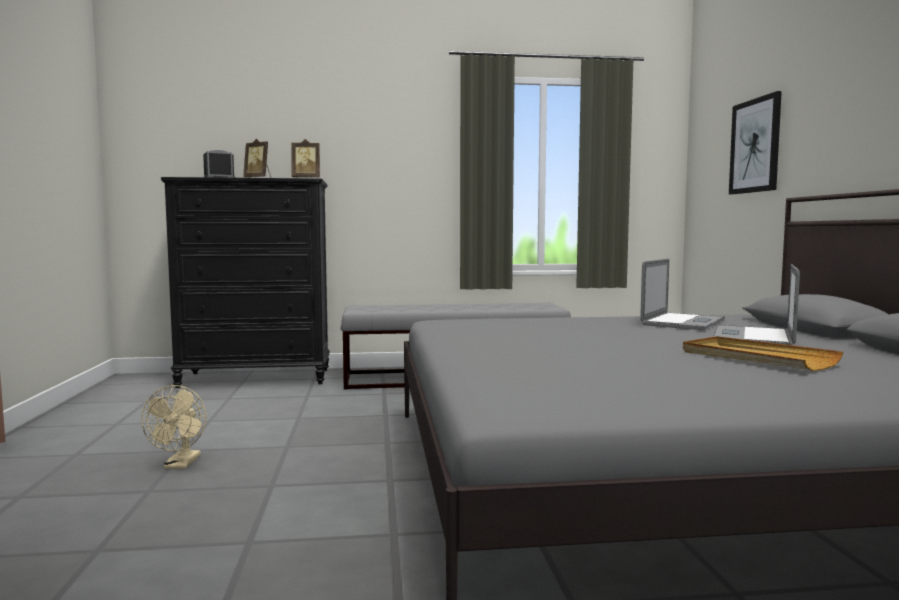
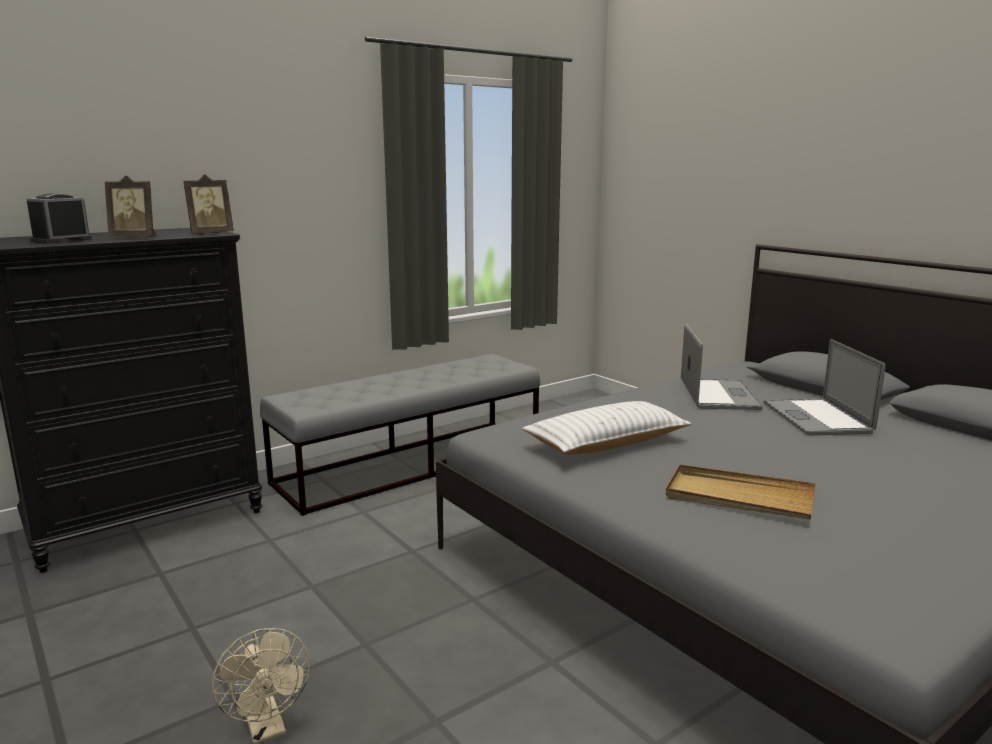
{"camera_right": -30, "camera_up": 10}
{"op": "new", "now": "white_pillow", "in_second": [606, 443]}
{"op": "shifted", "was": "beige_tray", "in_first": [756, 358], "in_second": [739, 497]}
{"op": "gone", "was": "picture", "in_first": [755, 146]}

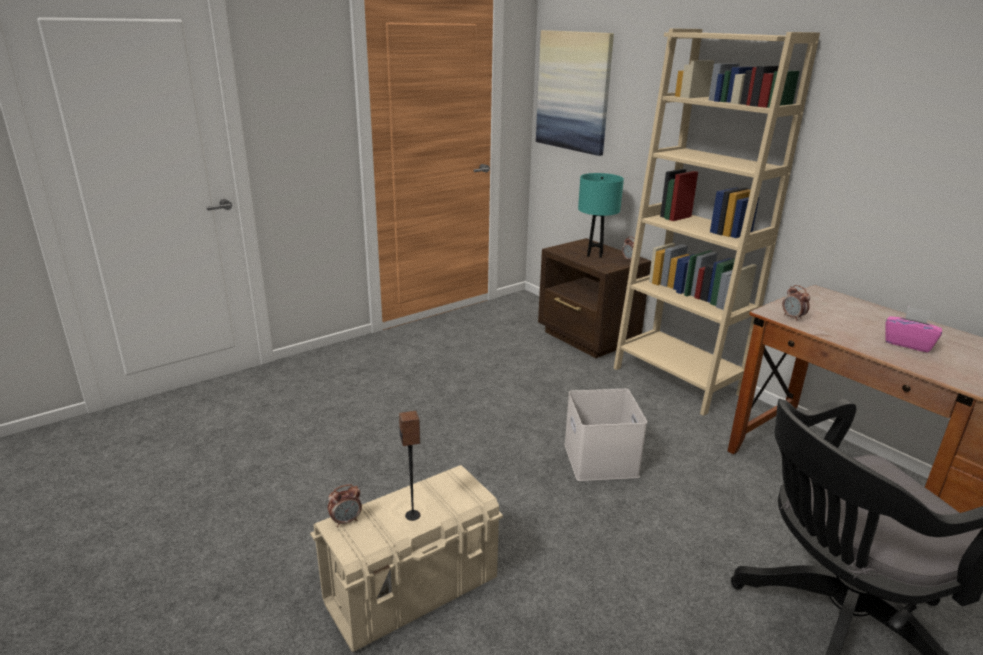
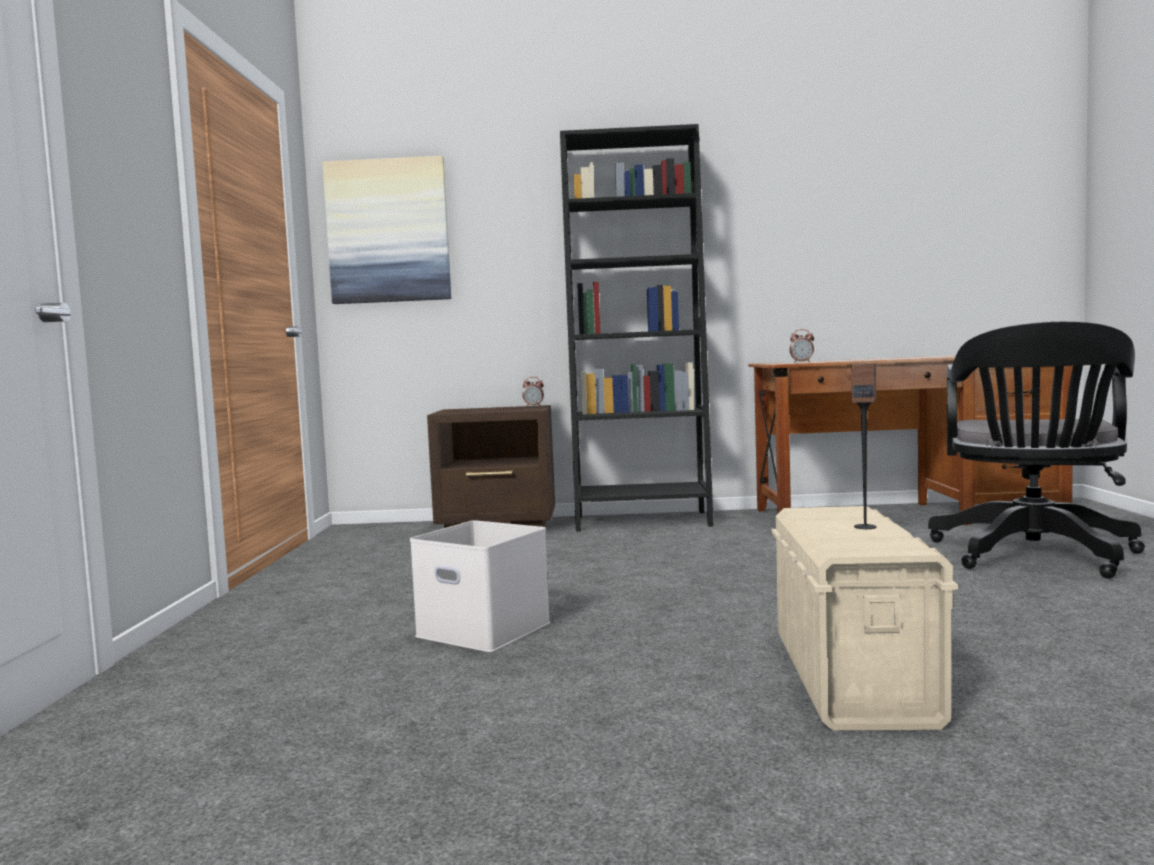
{"camera_right": -50, "camera_up": -20}
{"op": "shifted", "was": "white_storage_box", "in_first": [598, 459], "in_second": [480, 630]}
{"op": "repainted", "was": "beige_bookcase", "now": "black_bookcase", "in_first": [676, 381], "in_second": [642, 521]}
{"op": "gone", "was": "alarm_clock", "in_first": [346, 521]}
{"op": "gone", "was": "turquoise_table_lamp", "in_first": [595, 254]}
{"op": "gone", "was": "pink_tissue_box", "in_first": [908, 344]}

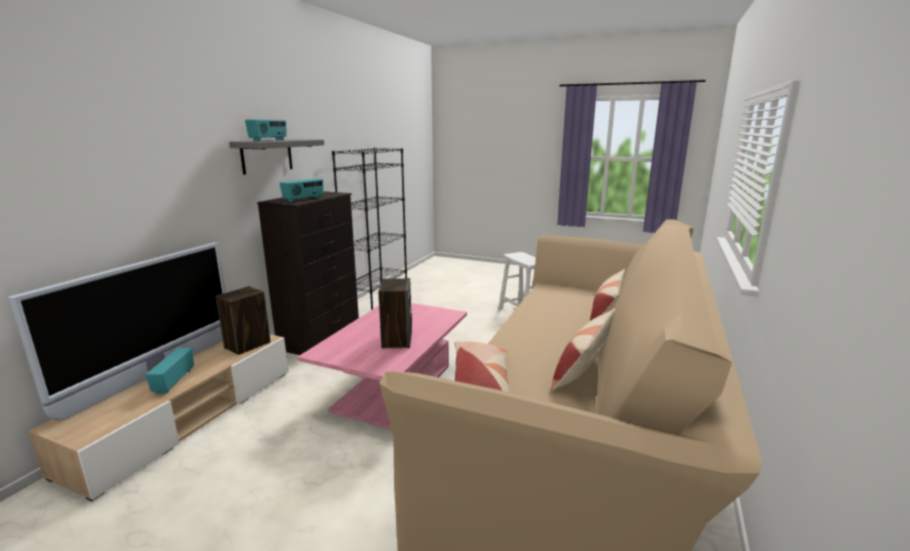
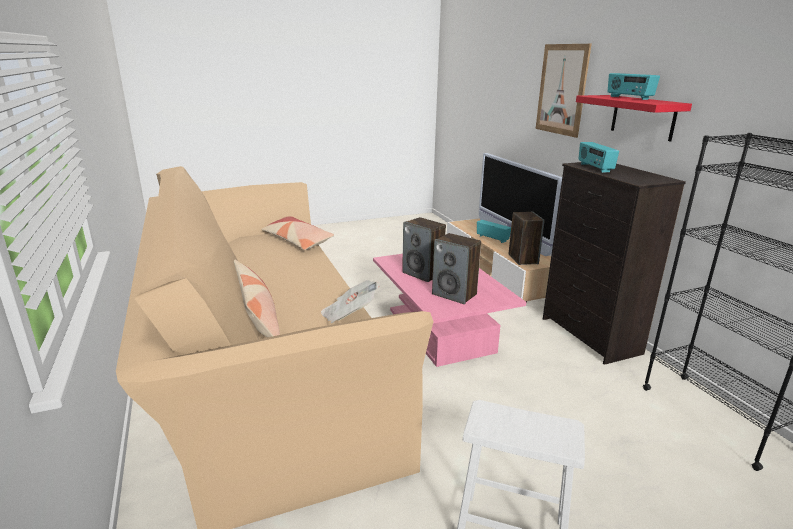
{"camera_right": 135, "camera_up": 5}
{"op": "new", "now": "newspaper", "in_second": [349, 315]}
{"op": "new", "now": "speaker", "in_second": [455, 294]}
{"op": "new", "now": "picture", "in_second": [562, 89]}
{"op": "repainted", "was": "grey_shelf", "now": "red_shelf", "in_first": [267, 156], "in_second": [643, 117]}
{"op": "gone", "was": "pillow", "in_first": [583, 369]}

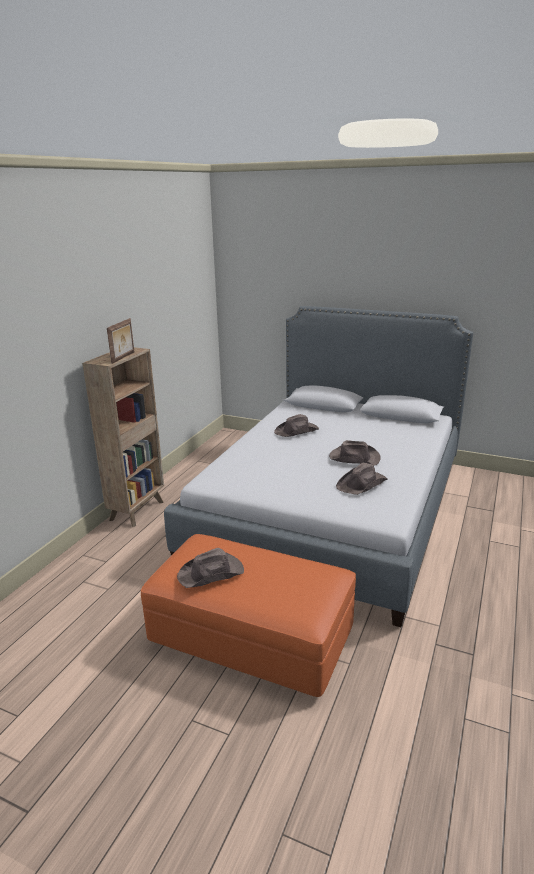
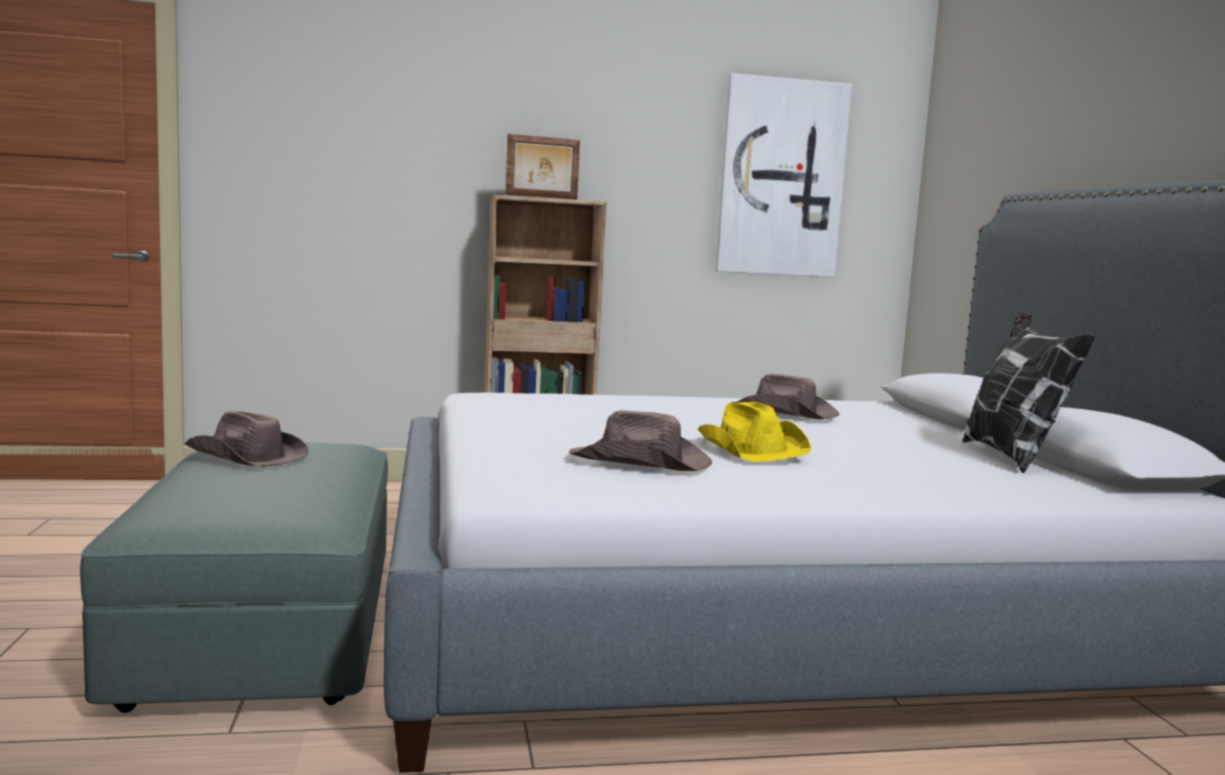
{"camera_right": 55, "camera_up": -15}
{"op": "repainted", "was": "orange_ottoman", "now": "grey_ottoman", "in_first": [251, 636], "in_second": [266, 627]}
{"op": "repainted", "was": "brown_hat", "now": "yellow_hat", "in_first": [354, 458], "in_second": [752, 448]}
{"op": "new", "now": "picture", "in_second": [781, 178]}
{"op": "new", "now": "pillow", "in_second": [1012, 457]}

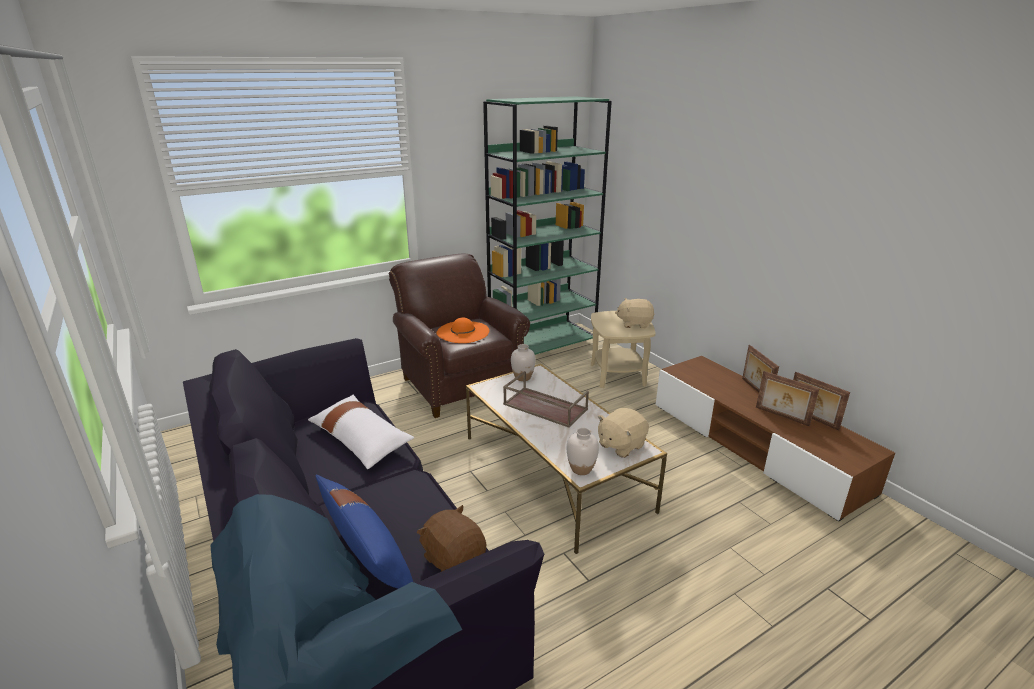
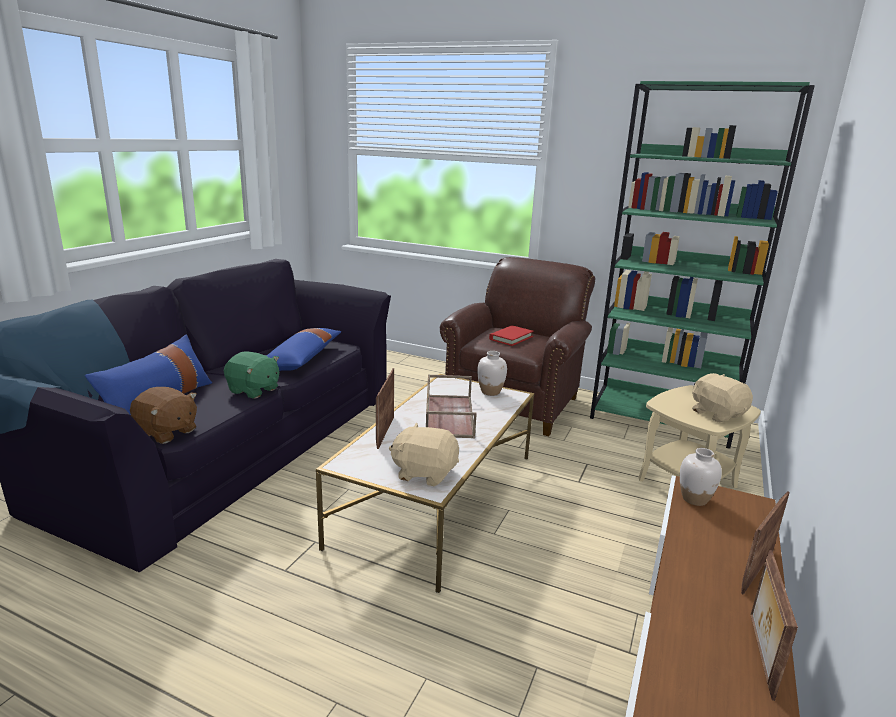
{"camera_right": 55, "camera_up": -5}
{"op": "rotated", "was": "brown_plush_toy", "in_first": [454, 558], "in_second": [166, 432], "clockwise": 105}
{"op": "new", "now": "green_plush_toy", "in_second": [253, 390]}
{"op": "repainted", "was": "white_pillow", "now": "blue_pillow", "in_first": [360, 440], "in_second": [300, 360]}
{"op": "shifted", "was": "picture_frame", "in_first": [781, 416], "in_second": [384, 432]}
{"op": "swapped", "was": "orange_hat", "now": "red_book", "in_first": [463, 332], "in_second": [511, 338]}
{"op": "shifted", "was": "white_vase", "in_first": [581, 469], "in_second": [694, 499]}

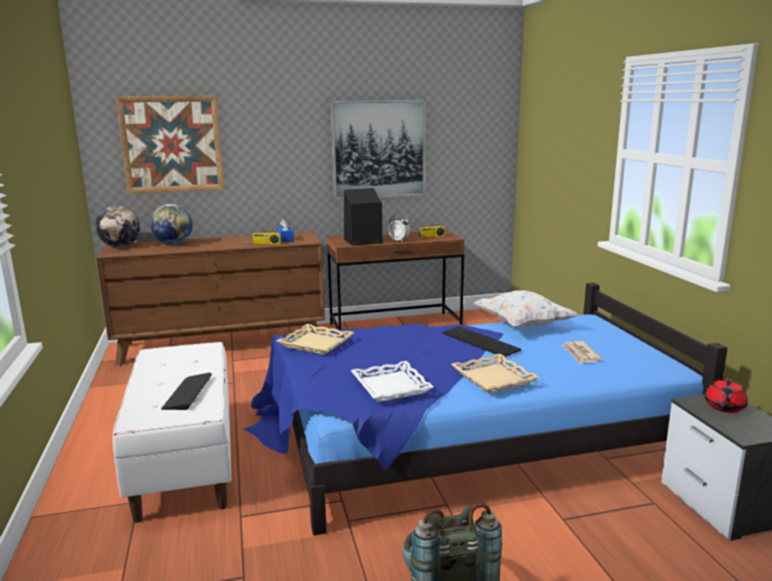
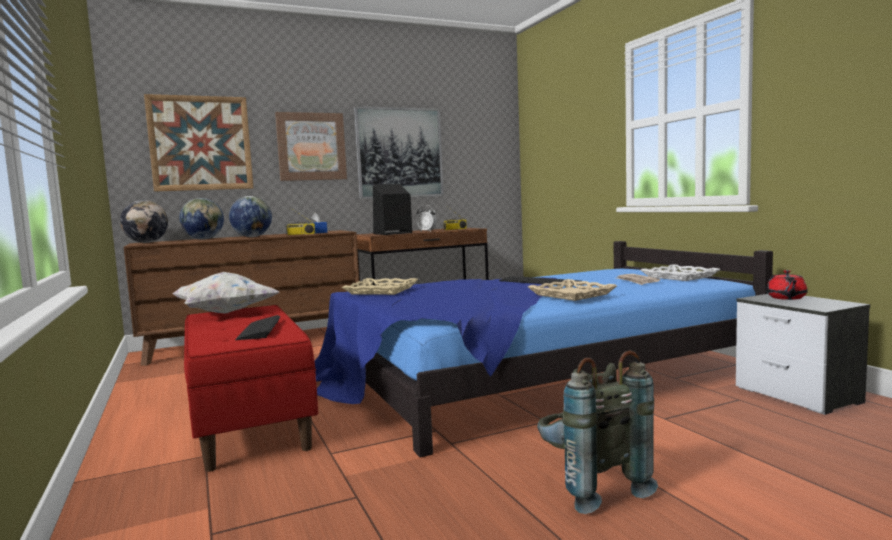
{"camera_right": -10, "camera_up": -10}
{"op": "shifted", "was": "white_pillow", "in_first": [522, 325], "in_second": [225, 313]}
{"op": "repainted", "was": "white_bench", "now": "red_bench", "in_first": [186, 461], "in_second": [250, 421]}
{"op": "new", "now": "globe", "in_second": [252, 237]}
{"op": "new", "now": "picture", "in_second": [311, 146]}
{"op": "shifted", "was": "white_tray", "in_first": [390, 386], "in_second": [679, 277]}

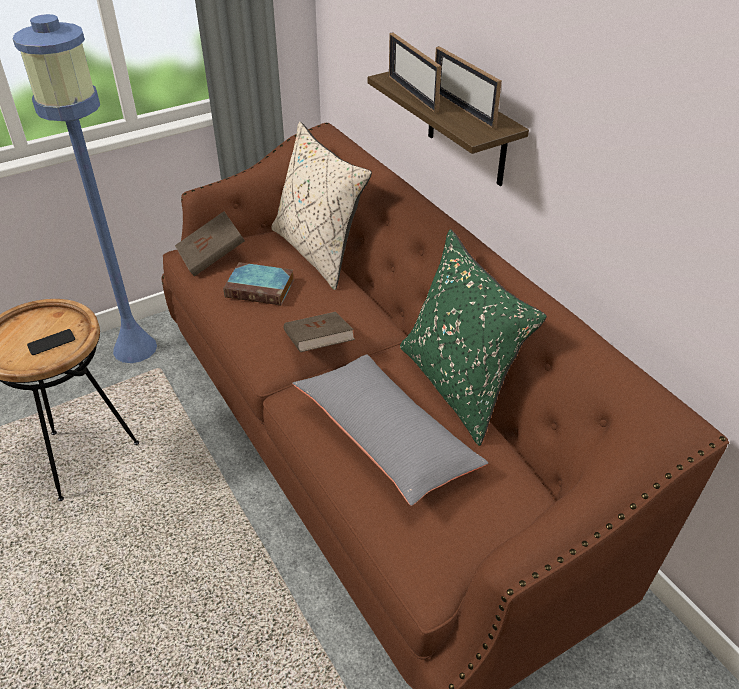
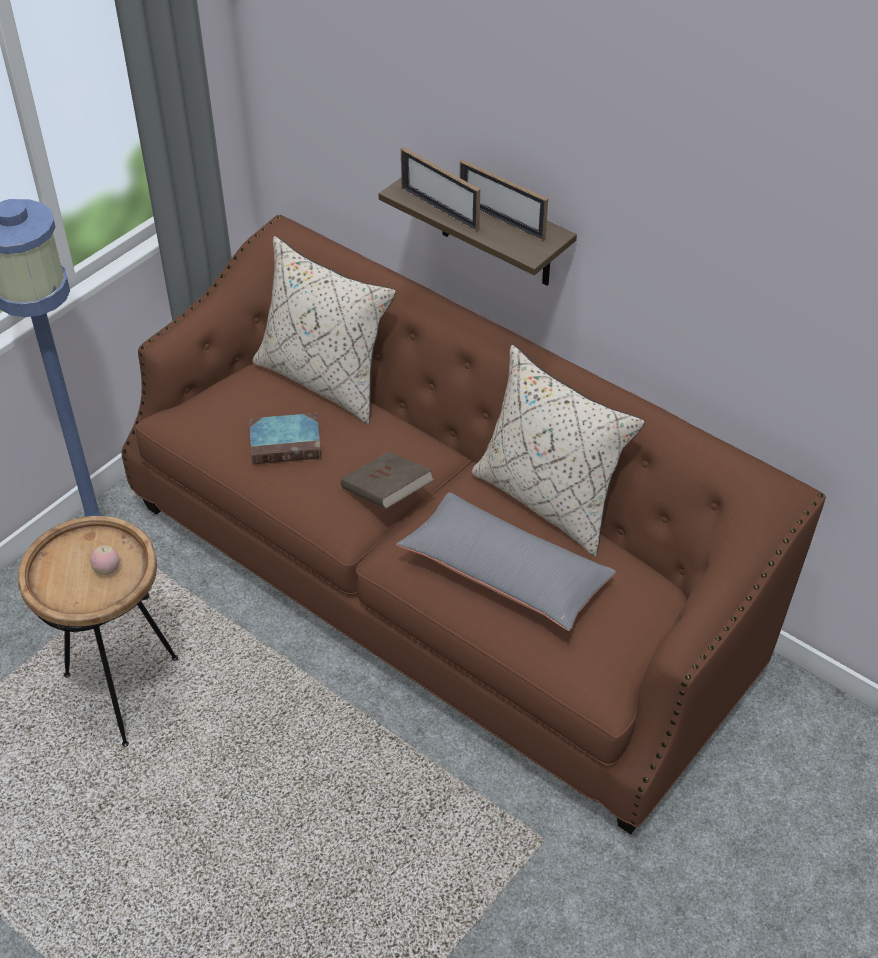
{"camera_right": -20, "camera_up": 5}
{"op": "swapped", "was": "phone", "now": "apple", "in_first": [51, 342], "in_second": [107, 570]}
{"op": "repainted", "was": "green_pillow", "now": "beige_pillow", "in_first": [458, 385], "in_second": [549, 500]}
{"op": "gone", "was": "brown_book", "in_first": [212, 257]}

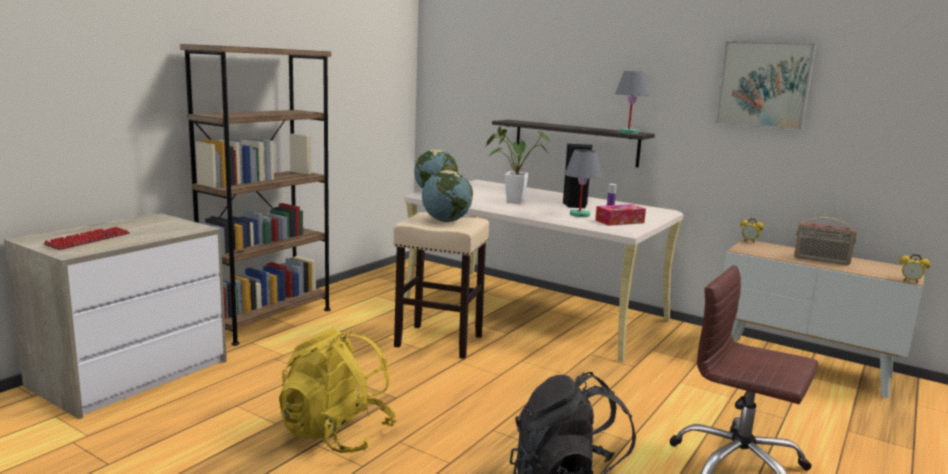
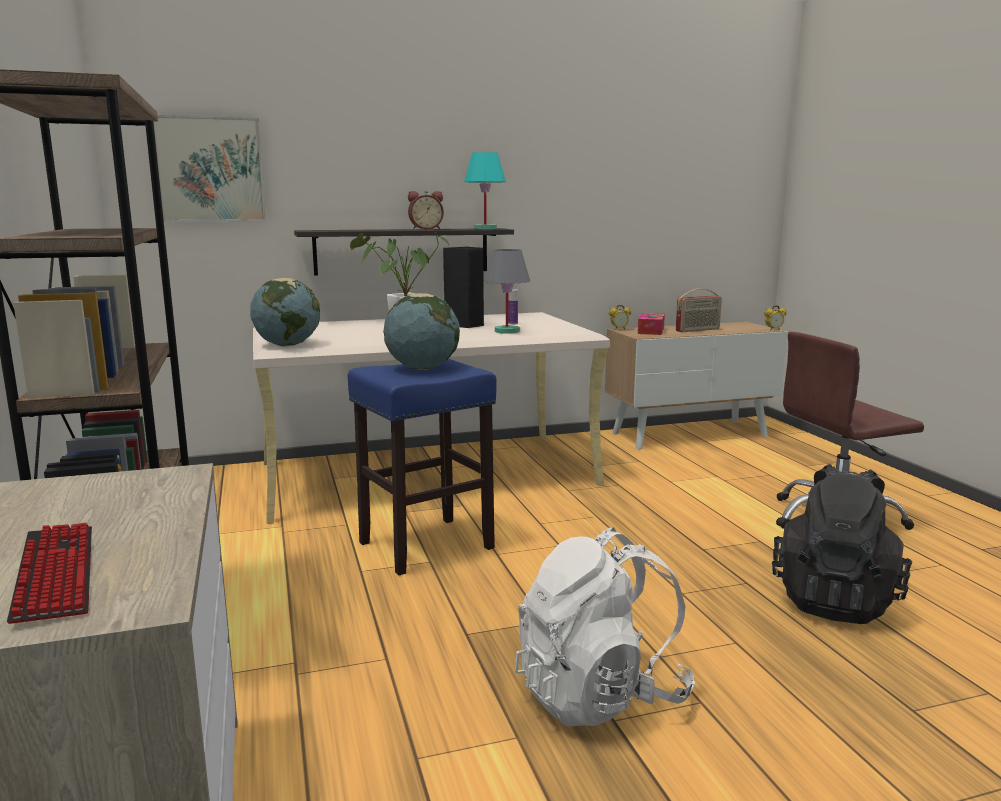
{"camera_right": -50, "camera_up": 0}
{"op": "shifted", "was": "picture", "in_first": [763, 84], "in_second": [210, 170]}
{"op": "repainted", "was": "beige_stool", "now": "blue_stool", "in_first": [437, 341], "in_second": [425, 546]}
{"op": "new", "now": "alarm_clock", "in_second": [425, 229]}
{"op": "repainted", "was": "grey_table_lamp", "now": "turquoise_table_lamp", "in_first": [628, 132], "in_second": [485, 228]}
{"op": "repainted", "was": "yellow_backpack", "now": "white_backpack", "in_first": [336, 434], "in_second": [600, 695]}
{"op": "shifted", "was": "tissue_box", "in_first": [619, 221], "in_second": [651, 331]}

